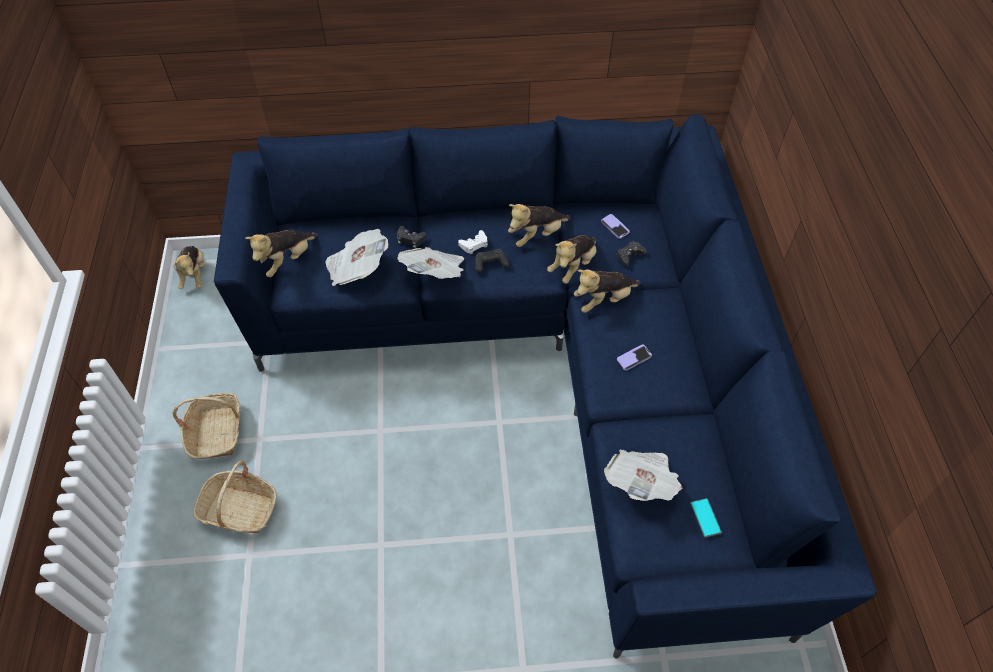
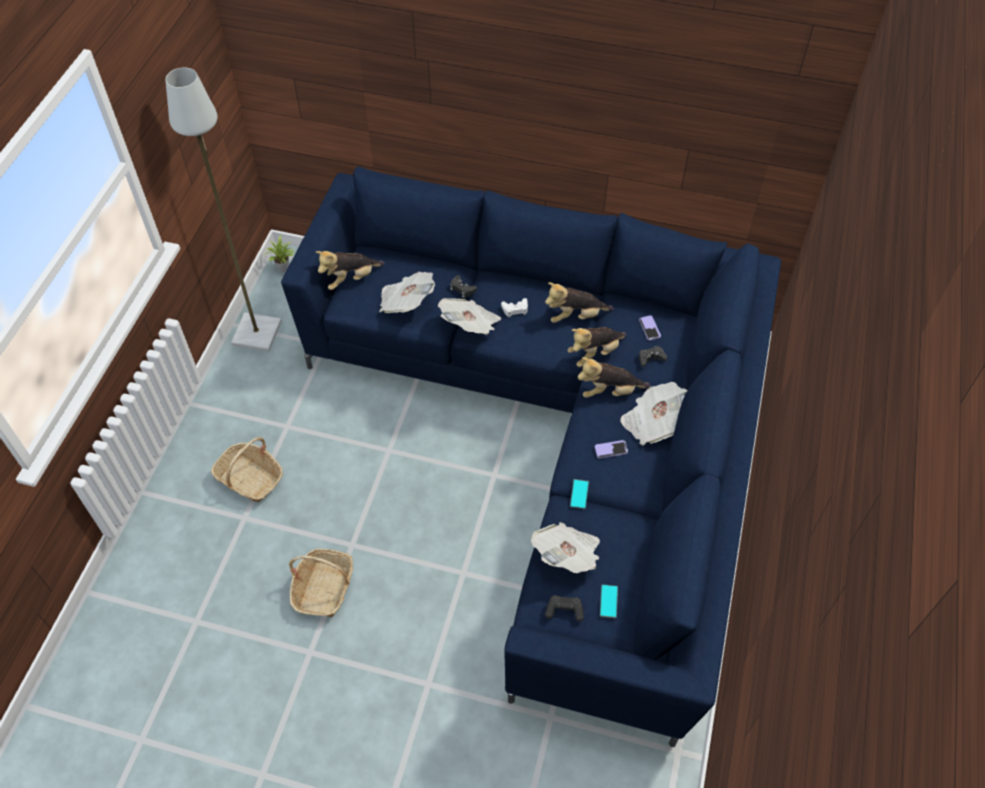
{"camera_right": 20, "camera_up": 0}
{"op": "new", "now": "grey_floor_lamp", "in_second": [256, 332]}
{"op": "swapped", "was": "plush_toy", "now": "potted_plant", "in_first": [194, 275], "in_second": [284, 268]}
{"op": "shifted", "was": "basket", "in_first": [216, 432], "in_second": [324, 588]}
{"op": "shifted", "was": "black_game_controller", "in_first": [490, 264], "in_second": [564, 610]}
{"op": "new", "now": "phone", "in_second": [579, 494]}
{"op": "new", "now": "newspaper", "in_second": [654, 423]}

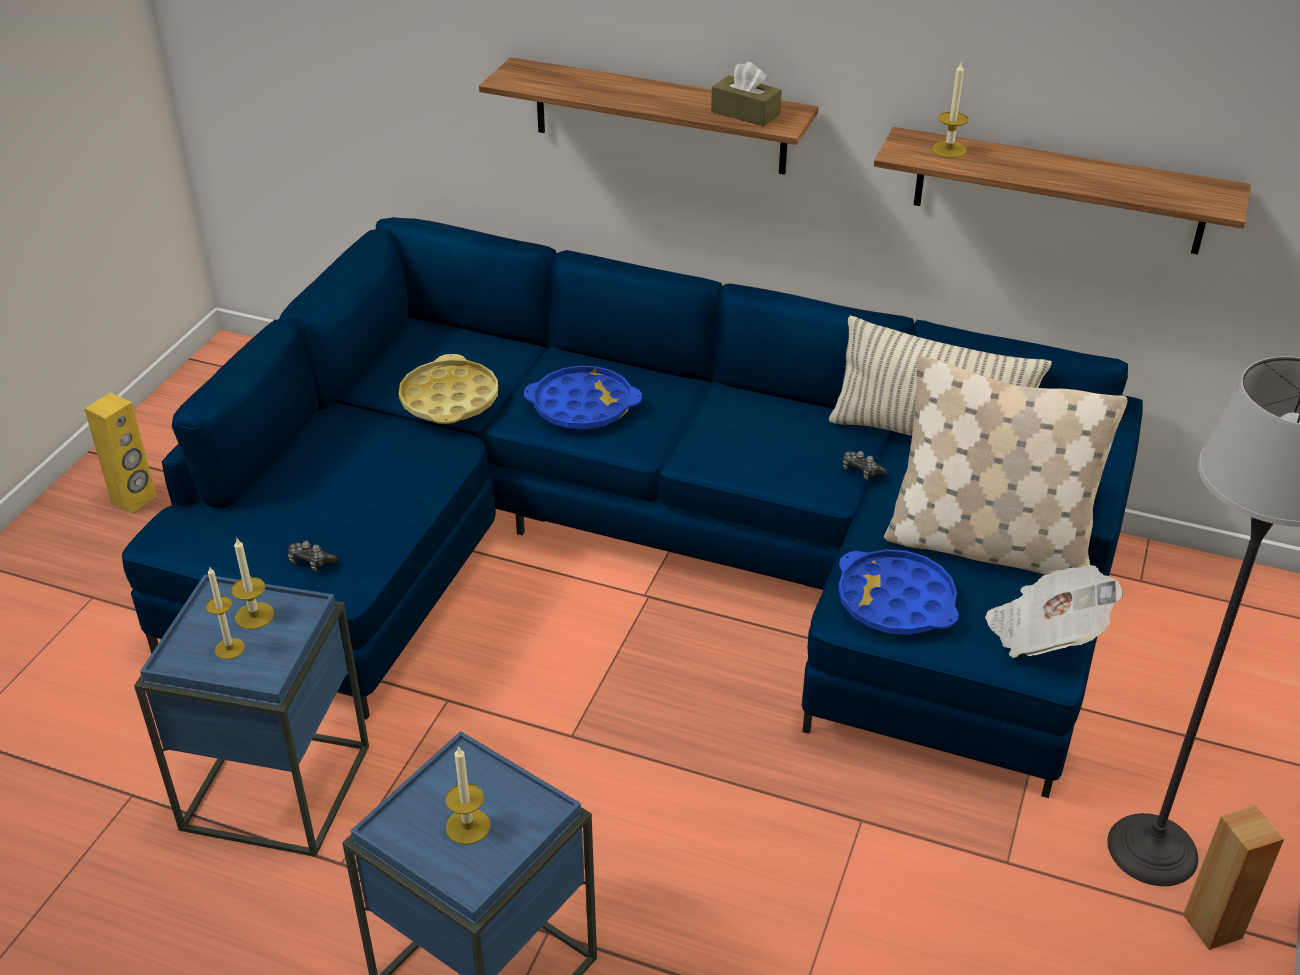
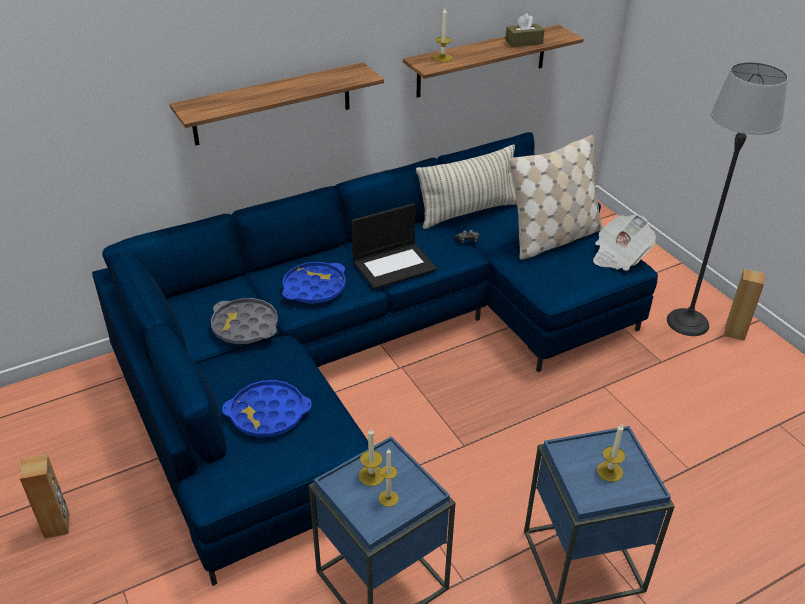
{"camera_right": -50, "camera_up": 0}
{"op": "repainted", "was": "yellow_speaker", "now": "brown_speaker", "in_first": [134, 499], "in_second": [57, 525]}
{"op": "repainted", "was": "yellow_tray", "now": "grey_tray", "in_first": [449, 399], "in_second": [245, 326]}
{"op": "shifted", "was": "blue_tray", "in_first": [895, 601], "in_second": [268, 414]}
{"op": "new", "now": "laptop", "in_second": [394, 265]}
{"op": "shifted", "was": "brown_tissue_box", "in_first": [745, 113], "in_second": [524, 42]}
{"op": "gone", "was": "game_controller", "in_first": [311, 561]}

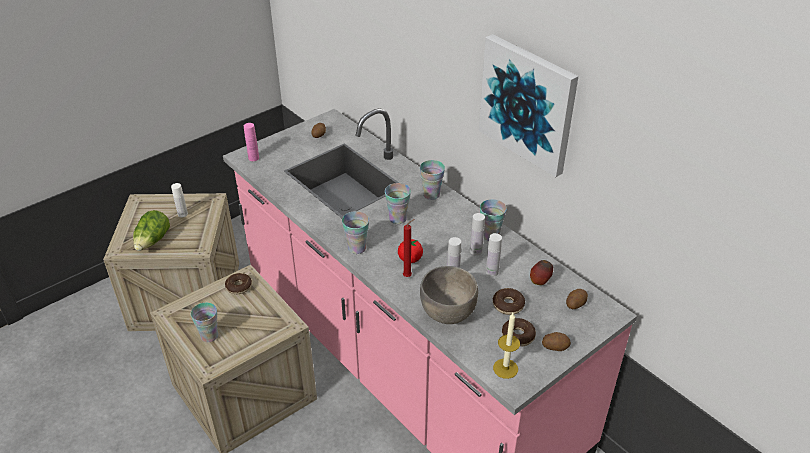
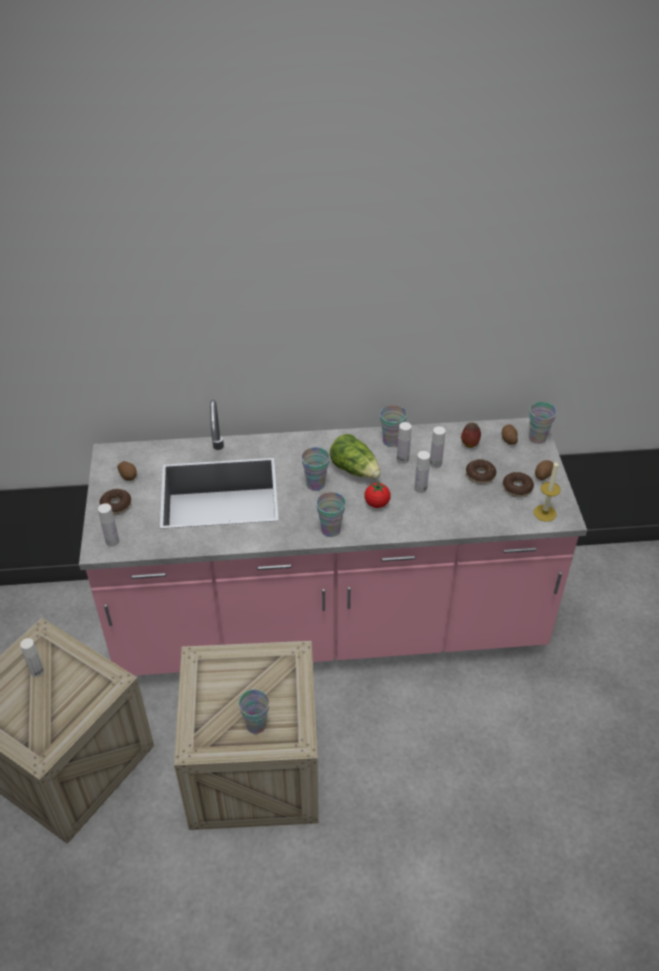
{"camera_right": -55, "camera_up": 5}
{"op": "repainted", "was": "pink_bottle", "now": "white_bottle", "in_first": [253, 158], "in_second": [112, 541]}
{"op": "shifted", "was": "donut", "in_first": [239, 287], "in_second": [116, 505]}
{"op": "shifted", "was": "lettuce", "in_first": [153, 241], "in_second": [355, 469]}
{"op": "shifted", "was": "cup", "in_first": [431, 195], "in_second": [537, 438]}
{"op": "gone", "was": "red_candle", "in_first": [408, 276]}
{"op": "gone", "was": "grey_bowl", "in_first": [448, 314]}
{"op": "gone", "was": "picture", "in_first": [527, 104]}

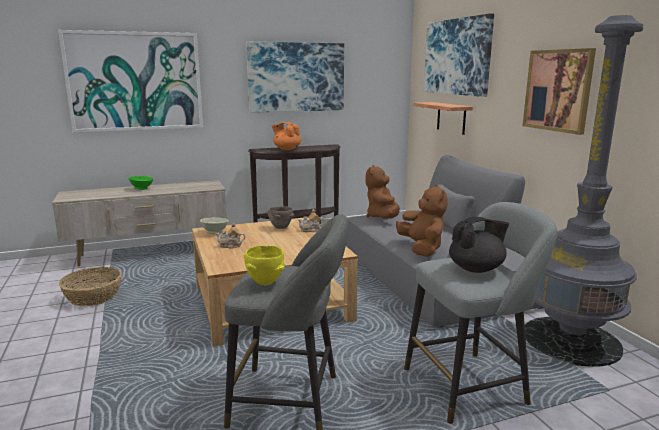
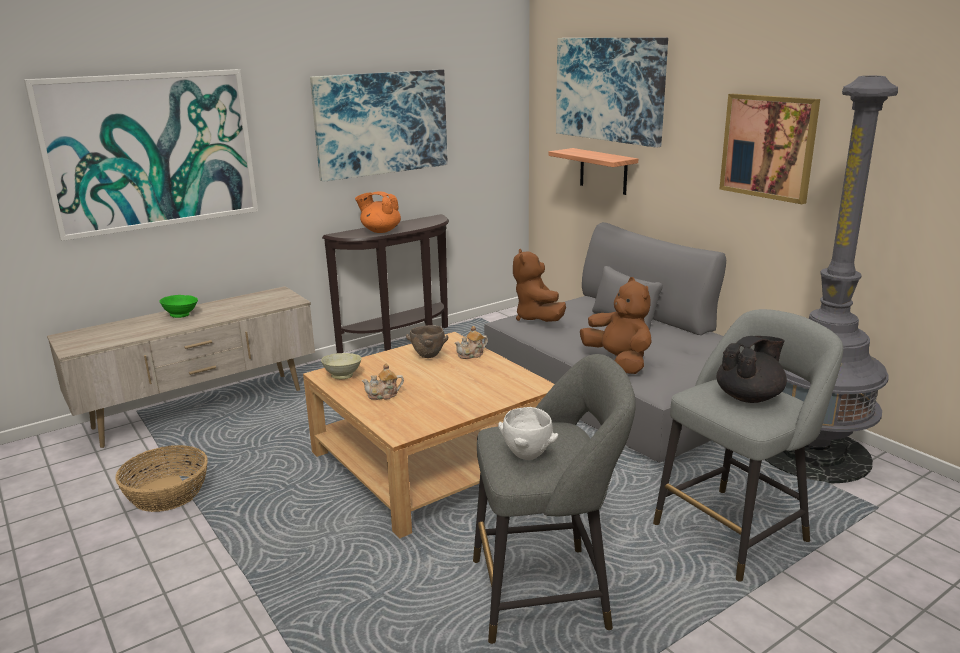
{"camera_right": -15, "camera_up": 5}
{"op": "repainted", "was": "yellow_bowl", "now": "white_bowl", "in_first": [265, 283], "in_second": [527, 456]}

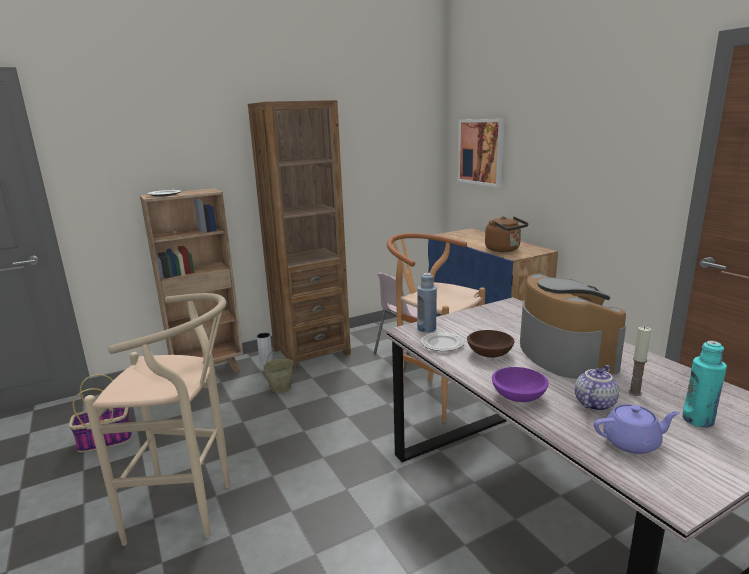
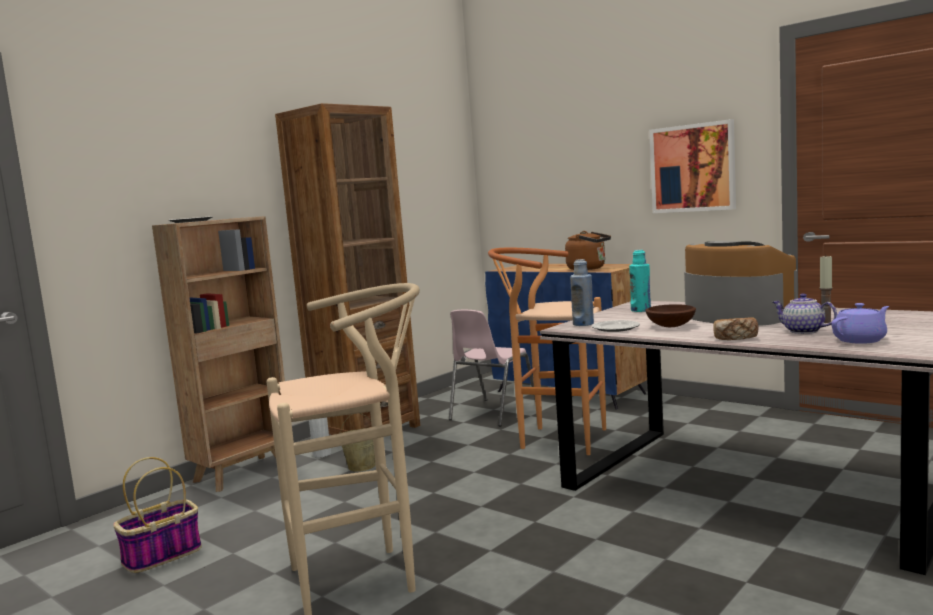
{"camera_right": -20, "camera_up": -10}
{"op": "shifted", "was": "turquoise_bottle", "in_first": [698, 420], "in_second": [641, 310]}
{"op": "shifted", "was": "picture", "in_first": [481, 152], "in_second": [692, 168]}
{"op": "swapped", "was": "purple_bowl", "now": "bread", "in_first": [517, 397], "in_second": [735, 338]}
{"op": "rotated", "was": "teapot", "in_first": [593, 403], "in_second": [802, 331], "clockwise": -60}

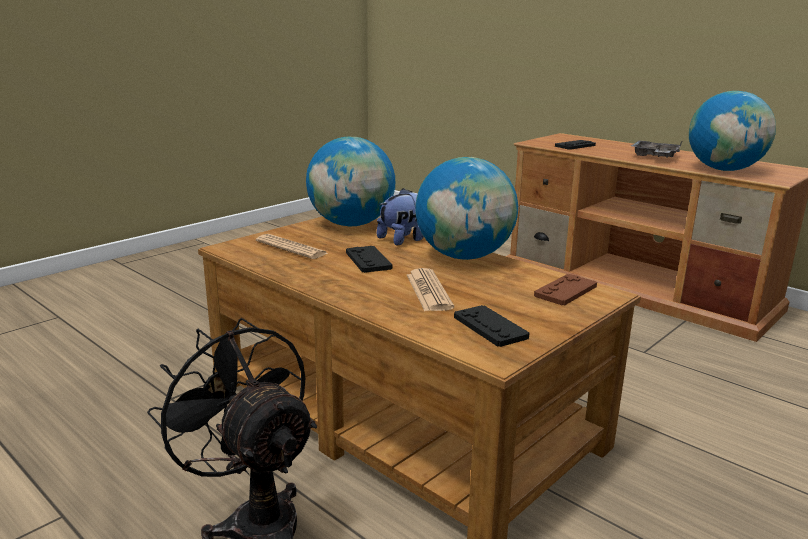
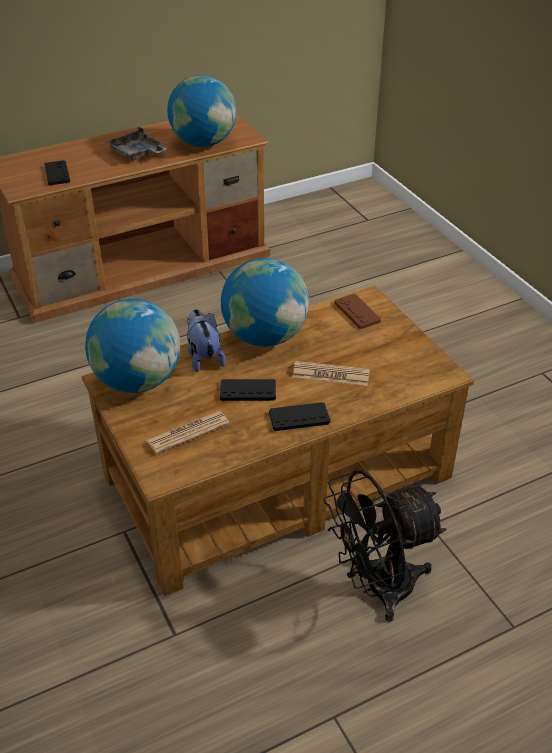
{"camera_right": -70, "camera_up": 20}
{"op": "shifted", "was": "black_game_controller", "in_first": [490, 327], "in_second": [299, 417]}

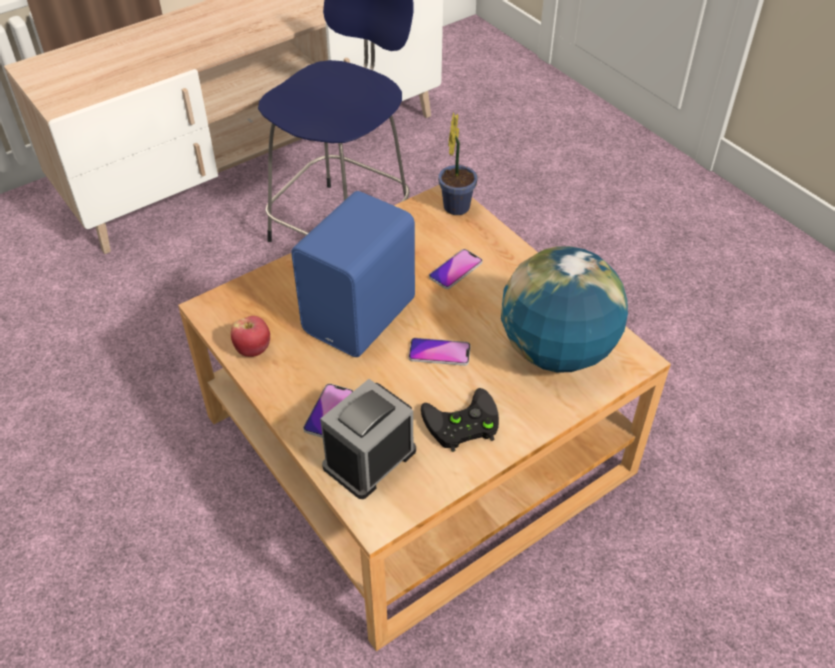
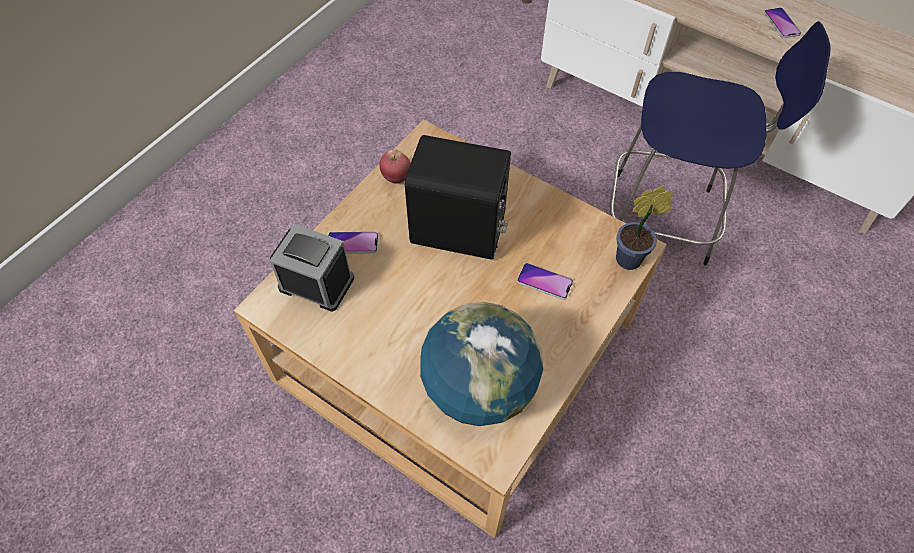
{"camera_right": 70, "camera_up": 10}
{"op": "repainted", "was": "blue_speaker", "now": "black_speaker", "in_first": [363, 316], "in_second": [459, 233]}
{"op": "shifted", "was": "phone", "in_first": [439, 353], "in_second": [781, 23]}
{"op": "gone", "was": "black_game_controller", "in_first": [460, 425]}

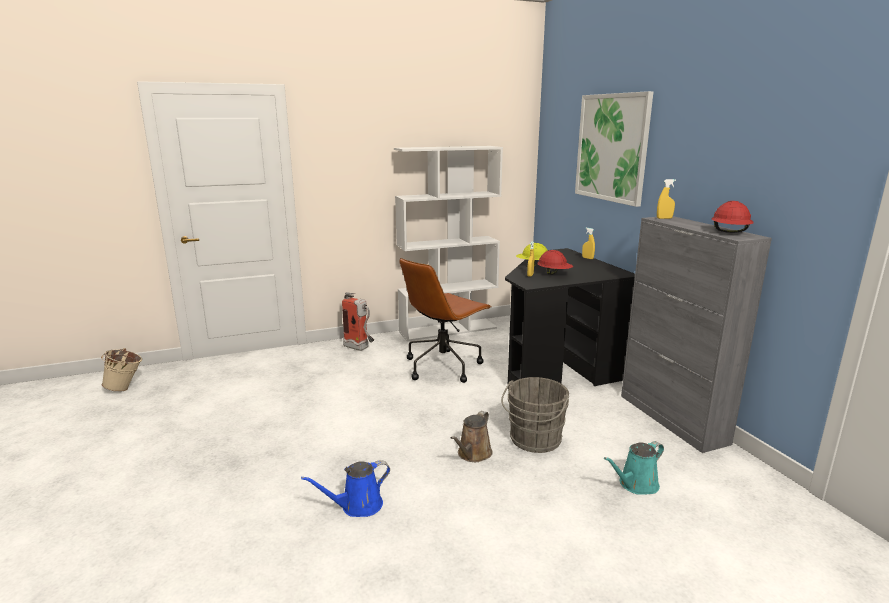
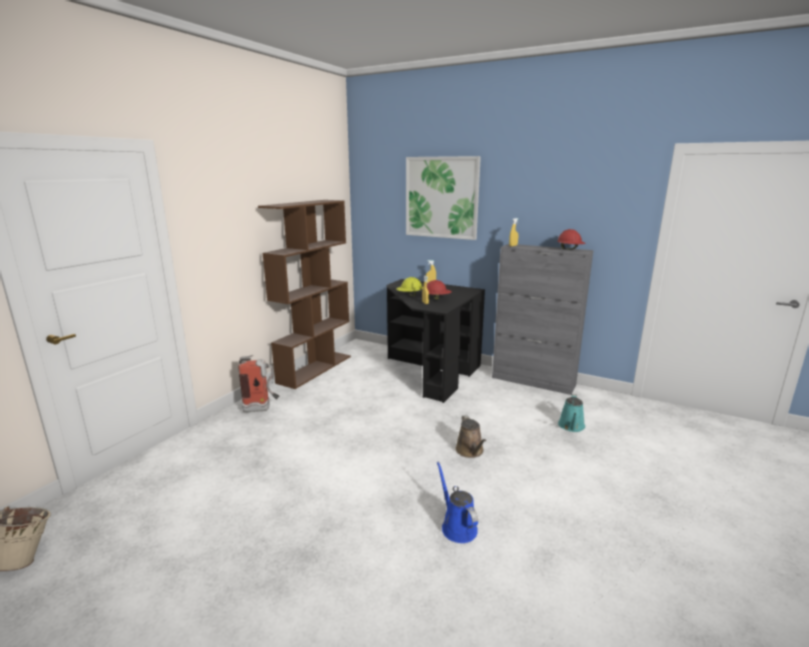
{"camera_right": -40, "camera_up": 0}
{"op": "repainted", "was": "white_bookcase", "now": "brown_bookcase", "in_first": [448, 329], "in_second": [315, 369]}
{"op": "rotated", "was": "blue_watering_can", "in_first": [357, 506], "in_second": [457, 526], "clockwise": 135}
{"op": "gone", "was": "brown_office_chair", "in_first": [443, 366]}
{"op": "gone", "was": "grey_bucket", "in_first": [534, 440]}

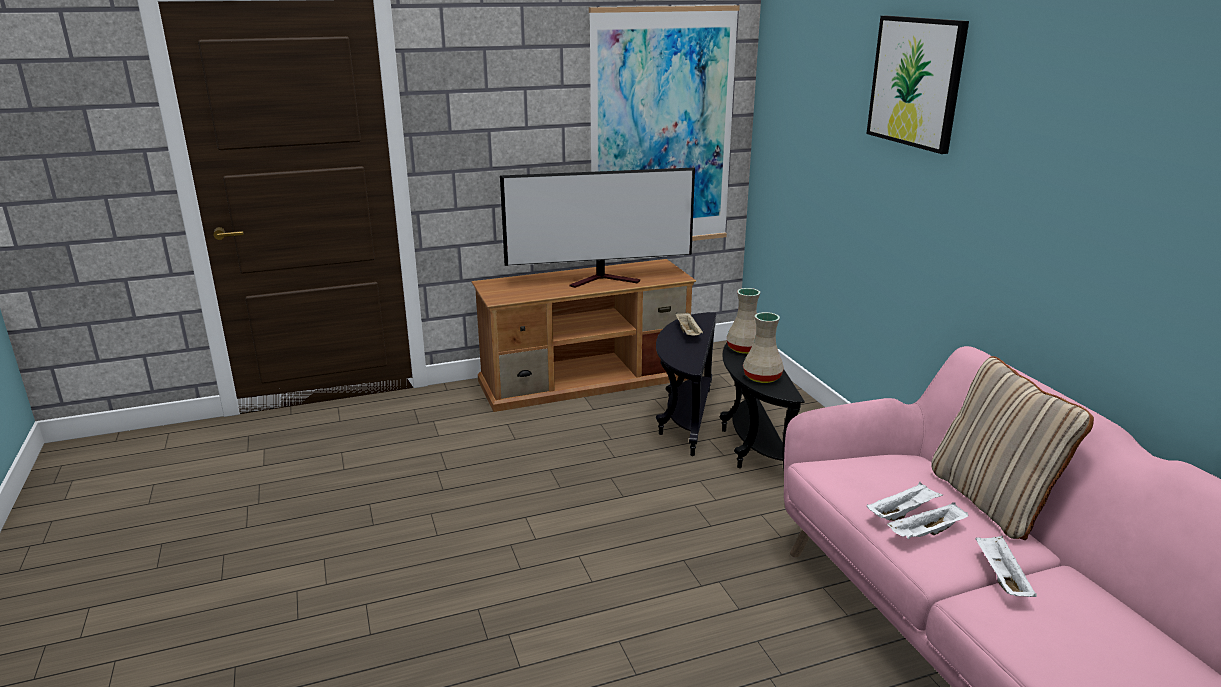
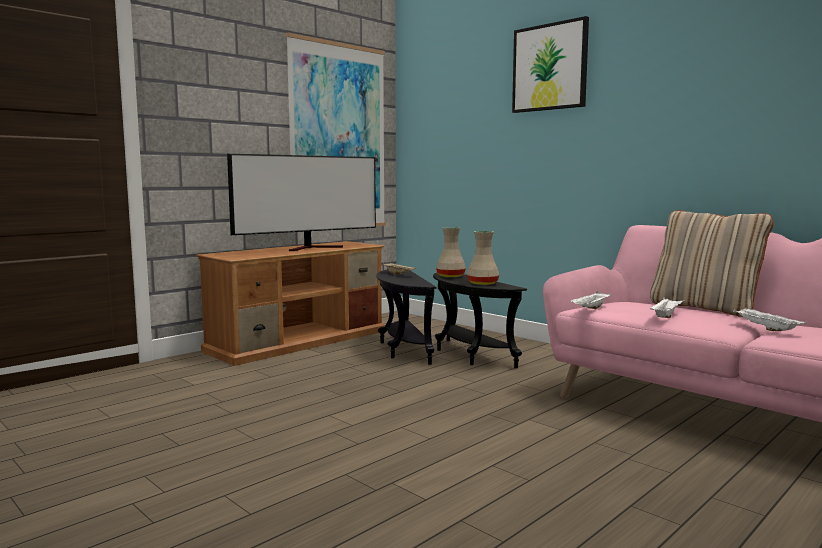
{"camera_right": -25, "camera_up": -15}
{"op": "shifted", "was": "white_tray", "in_first": [926, 534], "in_second": [591, 309]}

